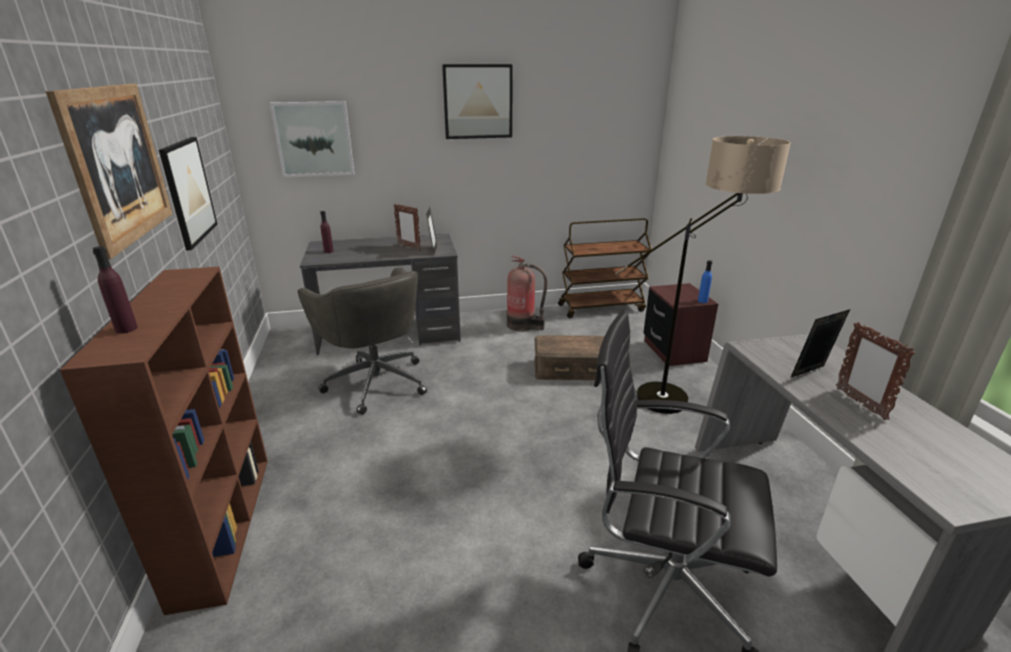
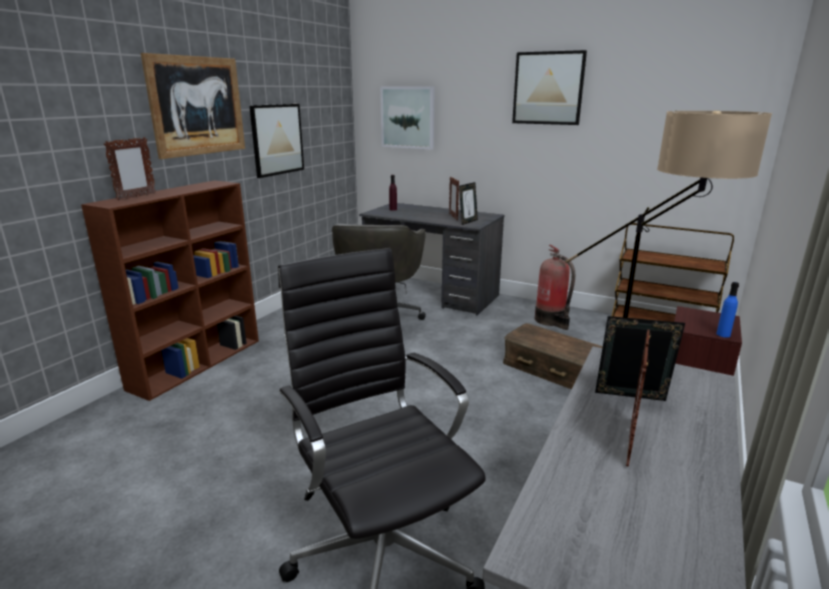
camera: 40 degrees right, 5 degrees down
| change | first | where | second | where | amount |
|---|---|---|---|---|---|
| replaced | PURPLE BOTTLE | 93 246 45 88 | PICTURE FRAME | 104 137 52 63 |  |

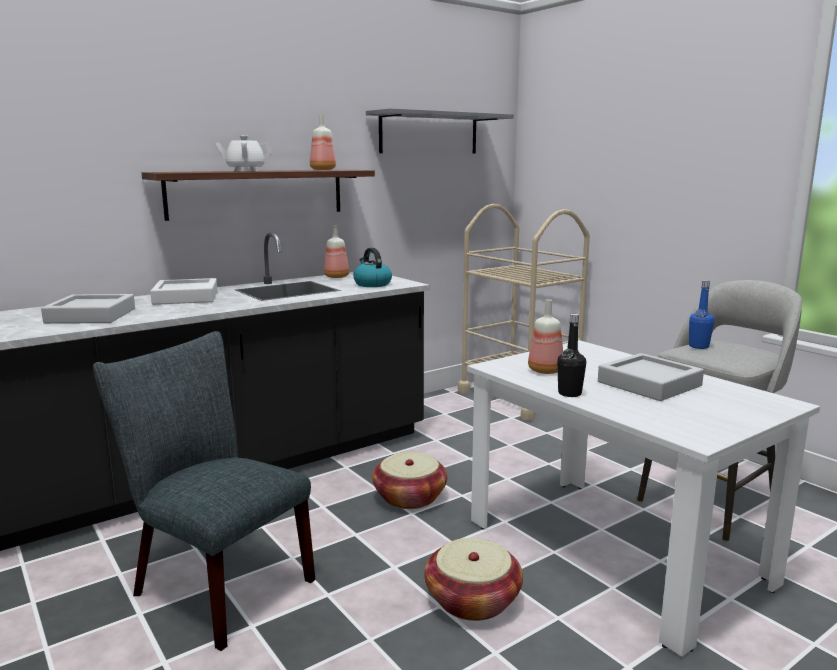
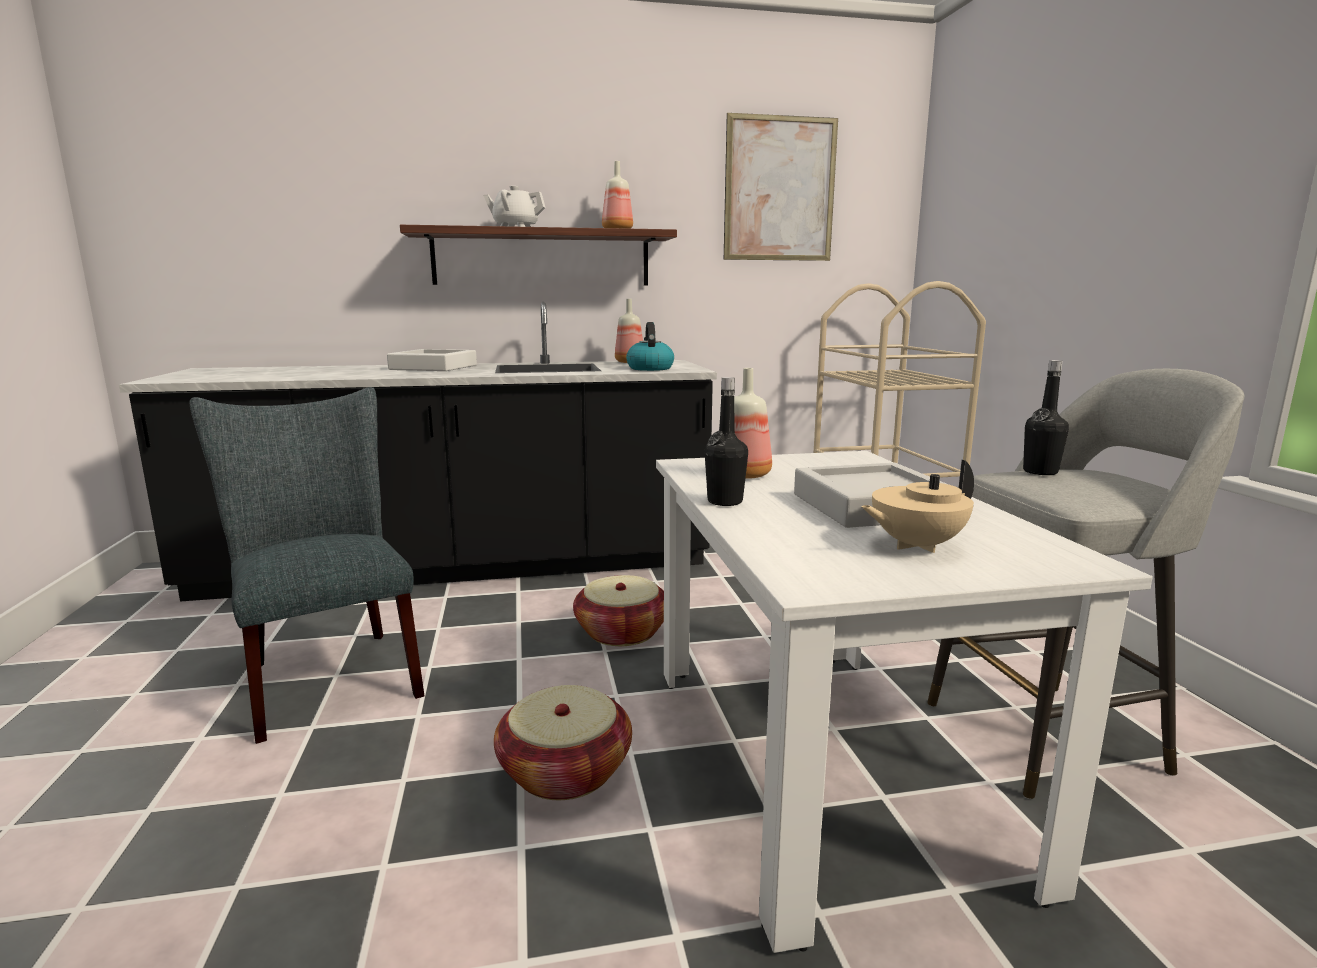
camera: 25 degrees right, 0 degrees up
| change | first | where | second | where | amount |
|---|---|---|---|---|---|
| replaced | GREY SHELF | 366 108 148 46 | PICTURE | 724 113 114 148 |  |
| recoloured | BLUE BOTTLE | 689 280 25 69 | BLACK BOTTLE | 1023 360 46 115 |  |
| removed | GREY TRAY | 41 294 94 30 |  |  |  |
| added |  |  | BEIGE TEAPOT | 861 460 113 93 |  |

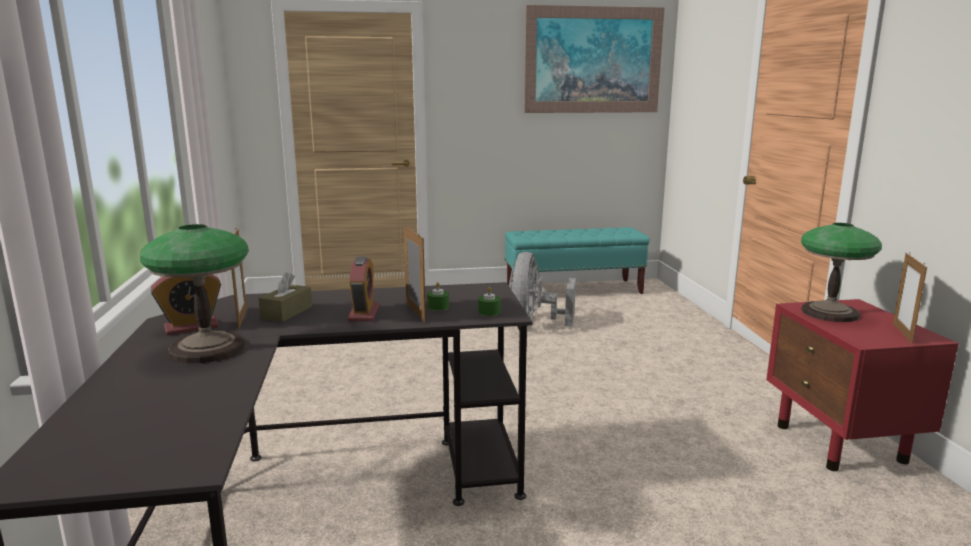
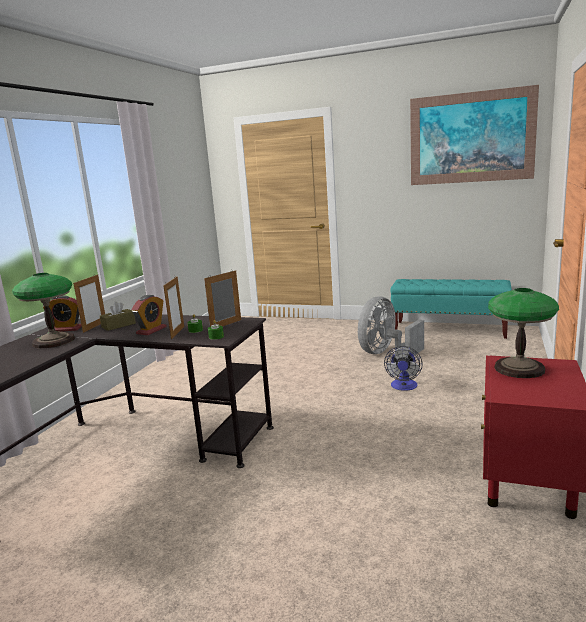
camera: 30 degrees right, 0 degrees up
| change | first | where | second | where | amount |
|---|---|---|---|---|---|
| moved | PICTURE FRAME | 893 253 34 91 |  | 204 270 37 57 |  |
| added |  |  | FAN | 384 346 39 45 |  |

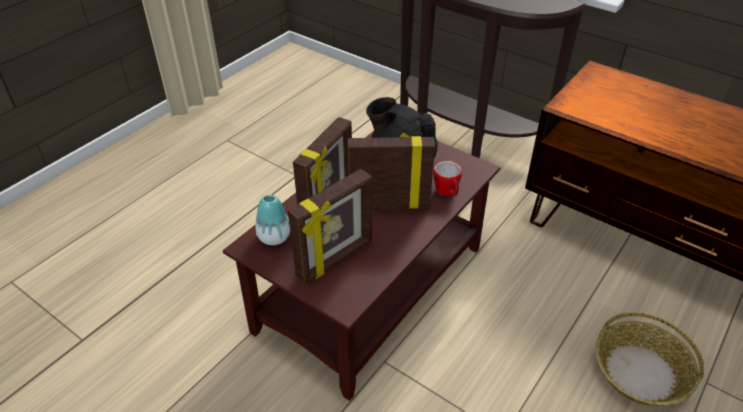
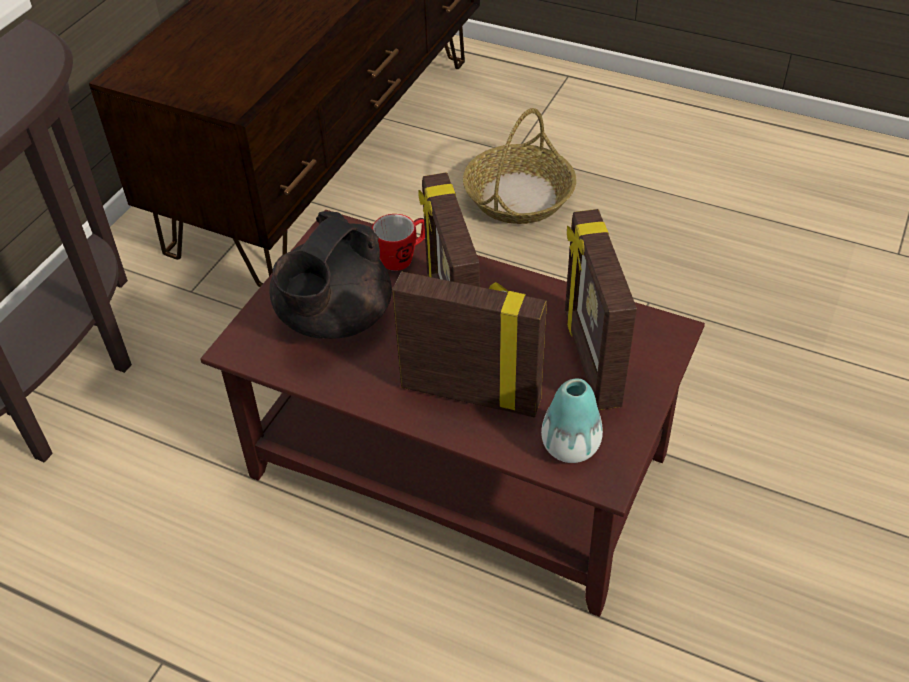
camera: 100 degrees left, 5 degrees up
| change | first | where | second | where | amount |
|---|---|---|---|---|---|
| turned | PICTURE FRAME | 288 169 84 115 |  | 565 209 72 201 | 135 degrees counterclockwise |

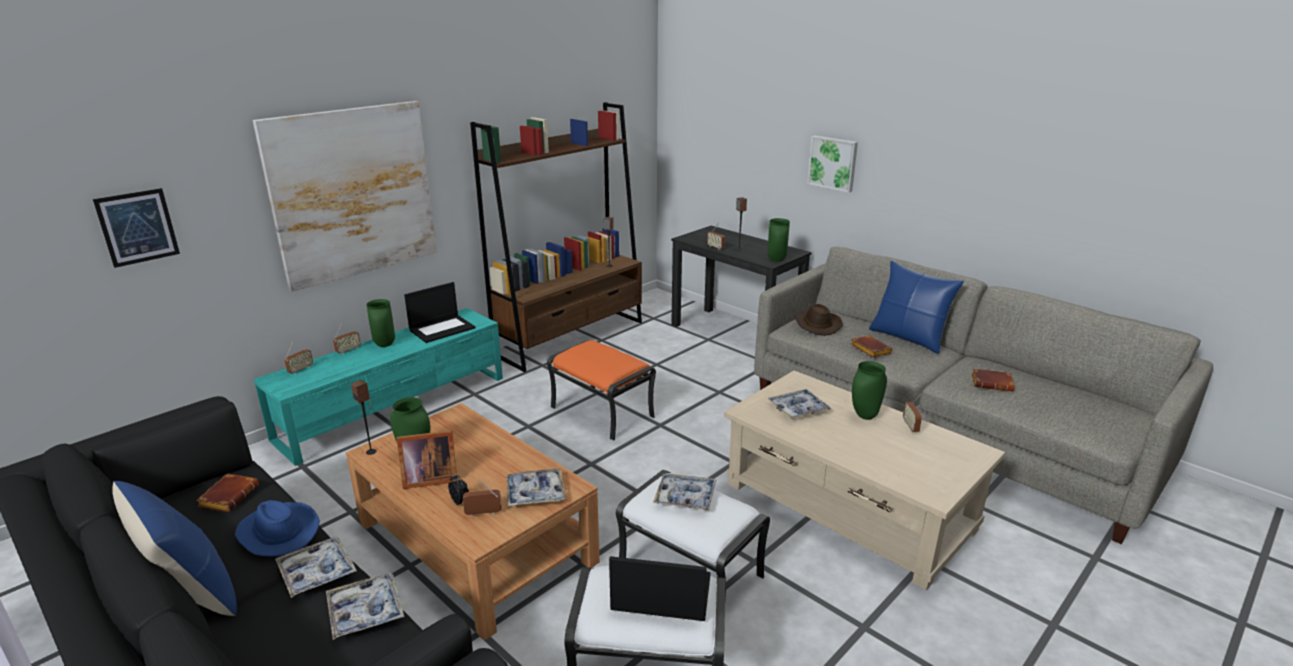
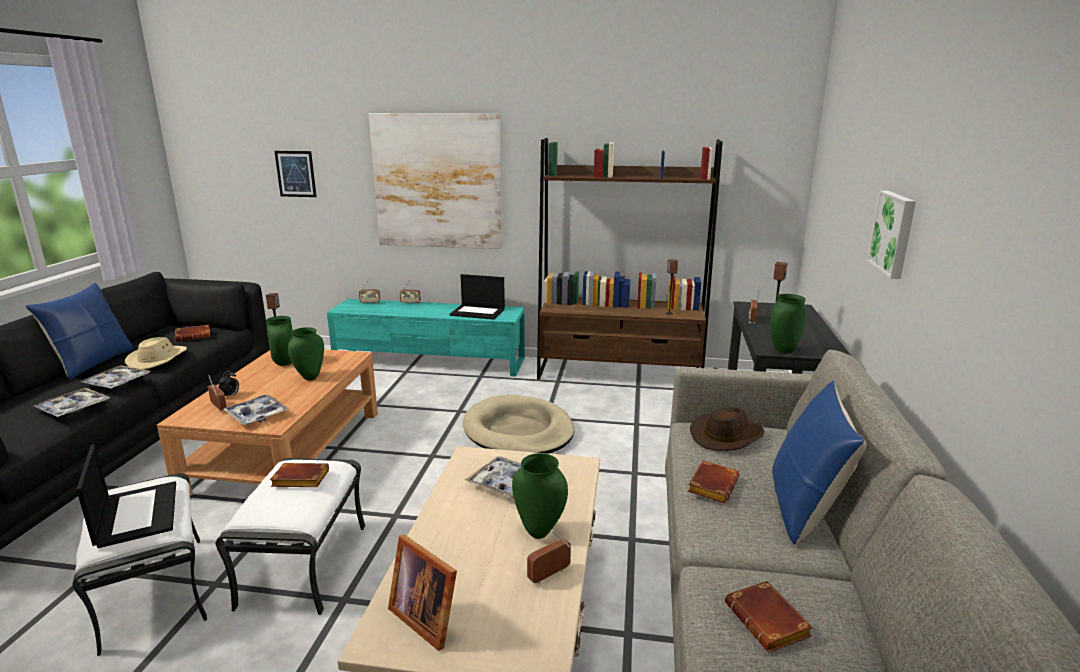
camera: 55 degrees right, 5 degrees down
| change | first | where | second | where | amount |
|---|---|---|---|---|---|
| moved | GREEN VASE | 367 299 28 48 |  | 288 327 36 54 |  |
| replaced | ORANGE OTTOMAN | 547 340 109 101 | BEIGE DOG BED | 463 395 111 59 |  |
| moved | PICTURE FRAME | 396 430 61 59 |  | 388 534 69 117 |  |
| replaced | TRAY | 653 473 63 38 | BROWN BOOK | 270 463 59 24 |  |
| recoloured | BLUE HAT | 235 500 85 57 | BEIGE HAT | 125 337 62 33 |  |

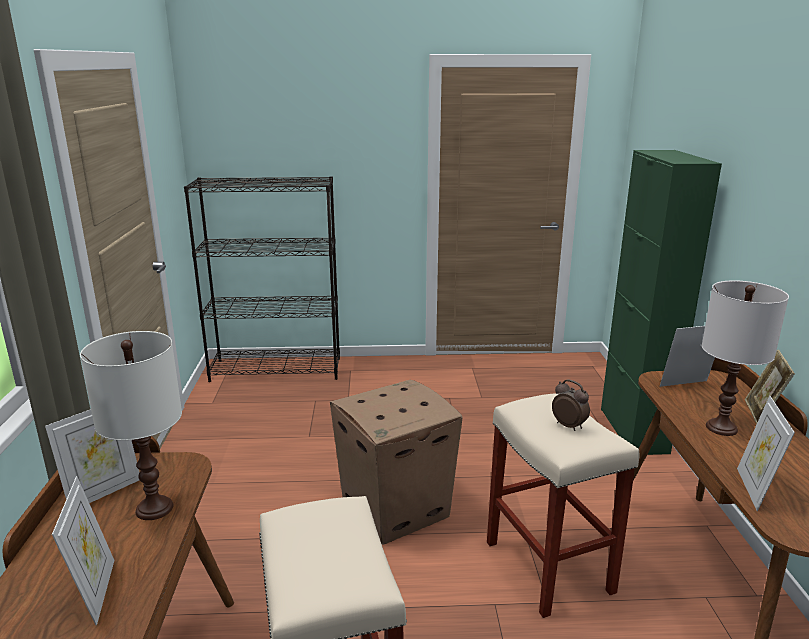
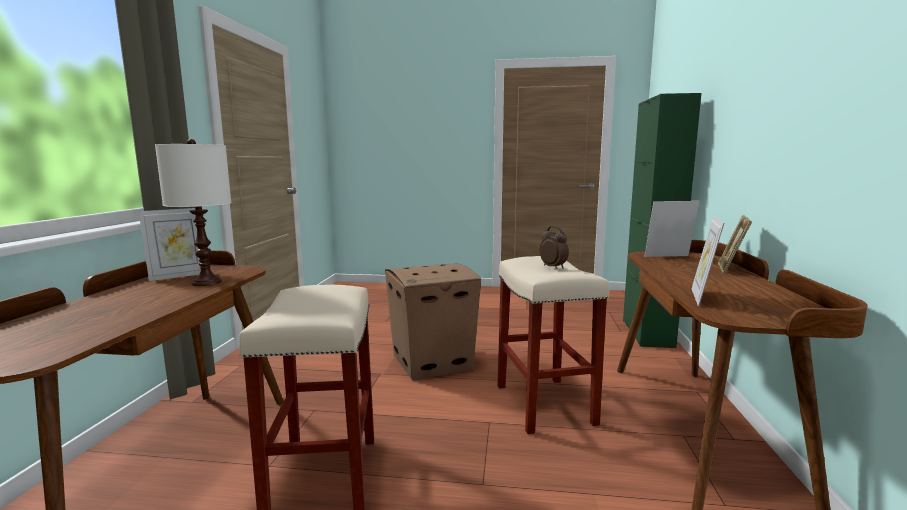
camera: 10 degrees right, 10 degrees down
| change | first | where | second | where | amount |
|---|---|---|---|---|---|
| removed | BLACK BOOKCASE | 184 176 156 206 |  |  |  |
| removed | WHITE TABLE LAMP | 702 280 87 156 |  |  |  |
| removed | PICTURE FRAME | 52 476 62 149 |  |  |  |

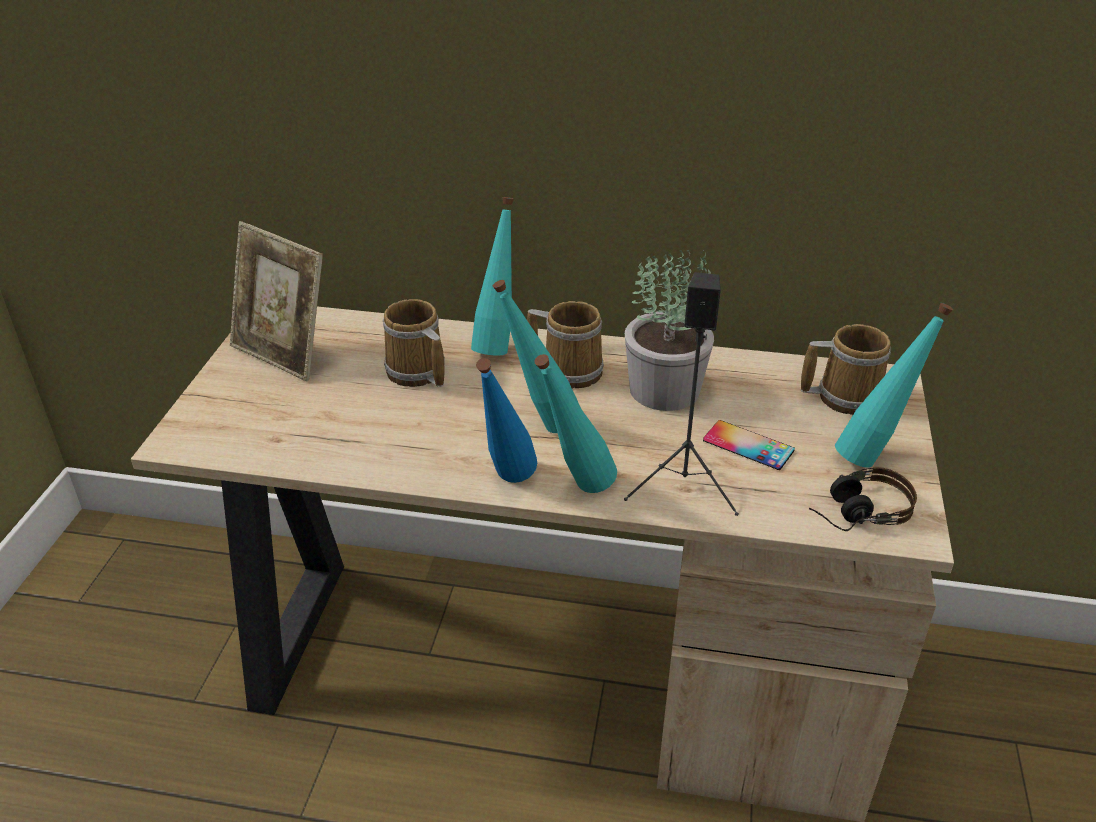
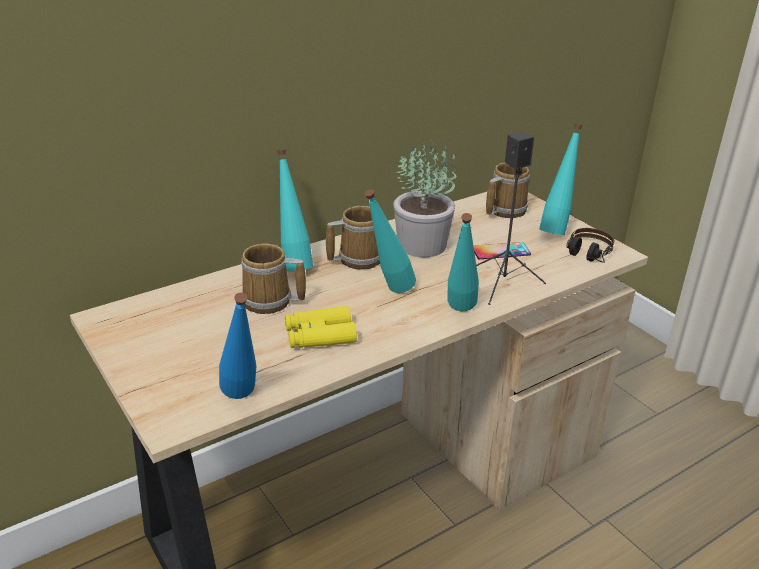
camera: 45 degrees left, 5 degrees down
| change | first | where | second | where | amount |
|---|---|---|---|---|---|
| removed | PICTURE FRAME | 230 221 93 160 |  |  |  |
| moved | BLUE BOTTLE | 476 358 61 125 |  | 219 293 37 106 |  |
| added |  |  | YELLOW BINOCULARS | 285 306 72 42 |  |

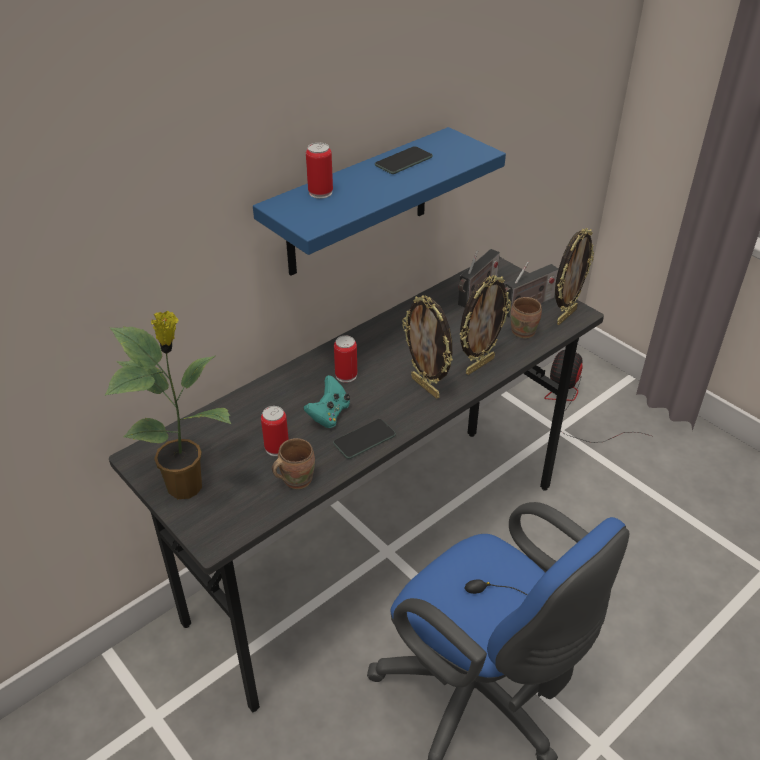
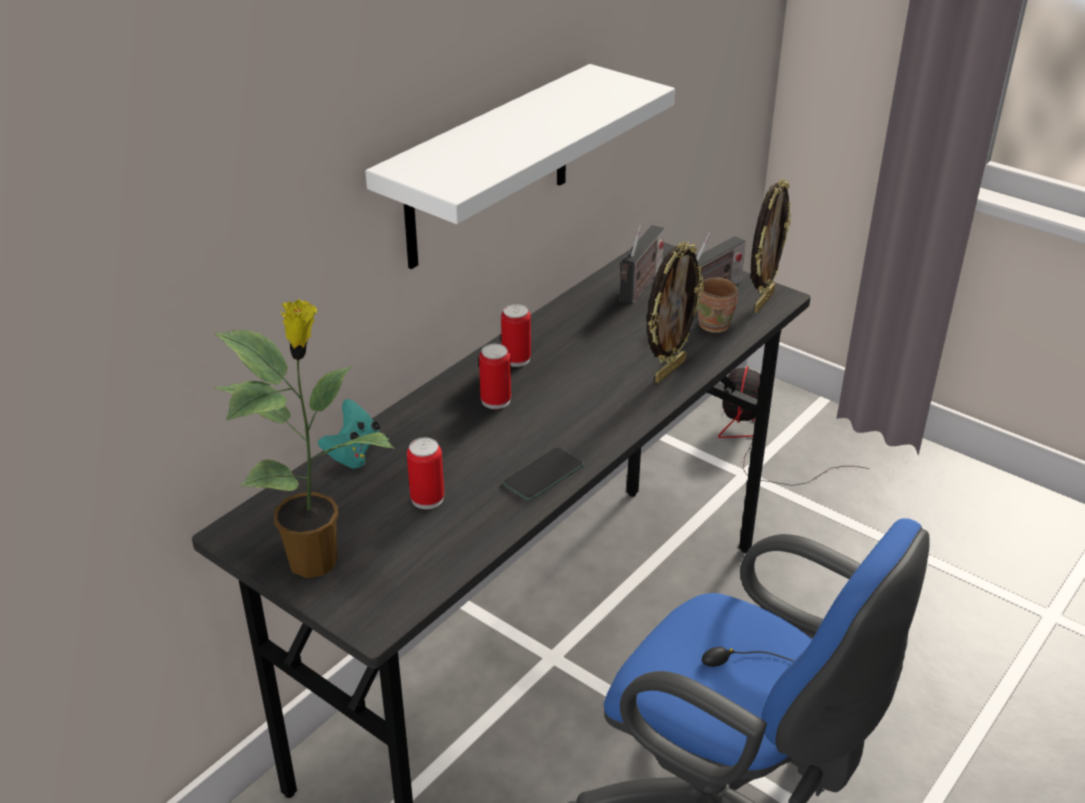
camera: 10 degrees left, 5 degrees down
| change | first | where | second | where | amount |
|---|---|---|---|---|---|
| recoloured | BLUE SHELF | 253 127 253 149 | WHITE SHELF | 365 64 310 205 |  |
| moved | CAN | 306 143 27 56 |  | 501 304 30 63 |  |
| removed | PHONE | 375 146 58 28 |  |  |  |
| removed | PICTURE FRAME | 402 295 51 104 |  |  |  |
| moved | TURQUOISE GAME CONTROLLER | 304 375 46 53 |  | 318 399 62 70 |  |
| removed | BROWN MUG | 272 438 43 51 |  |  |  |

